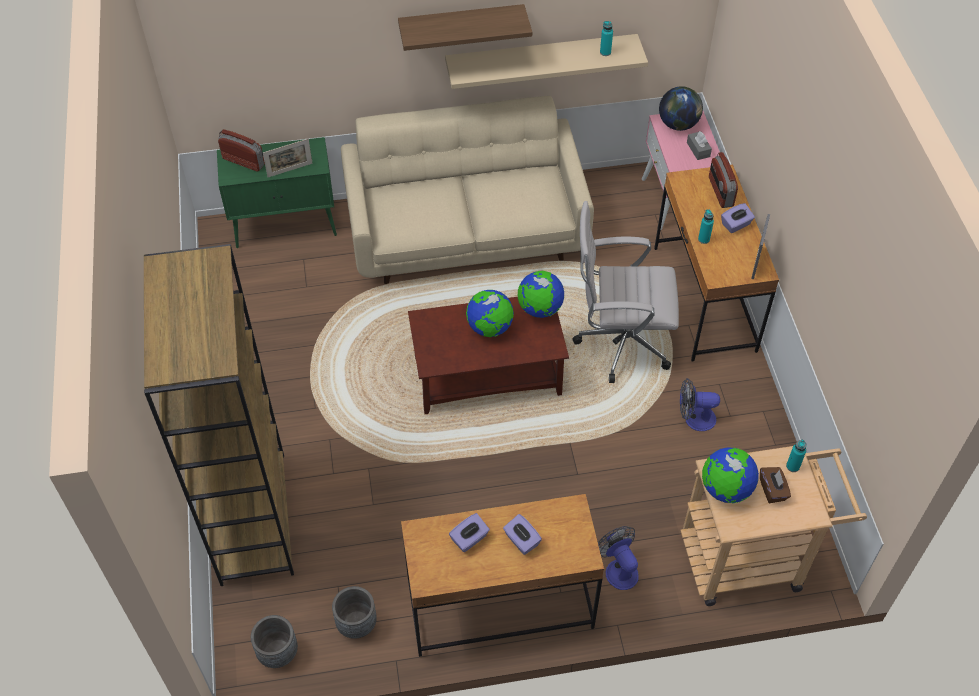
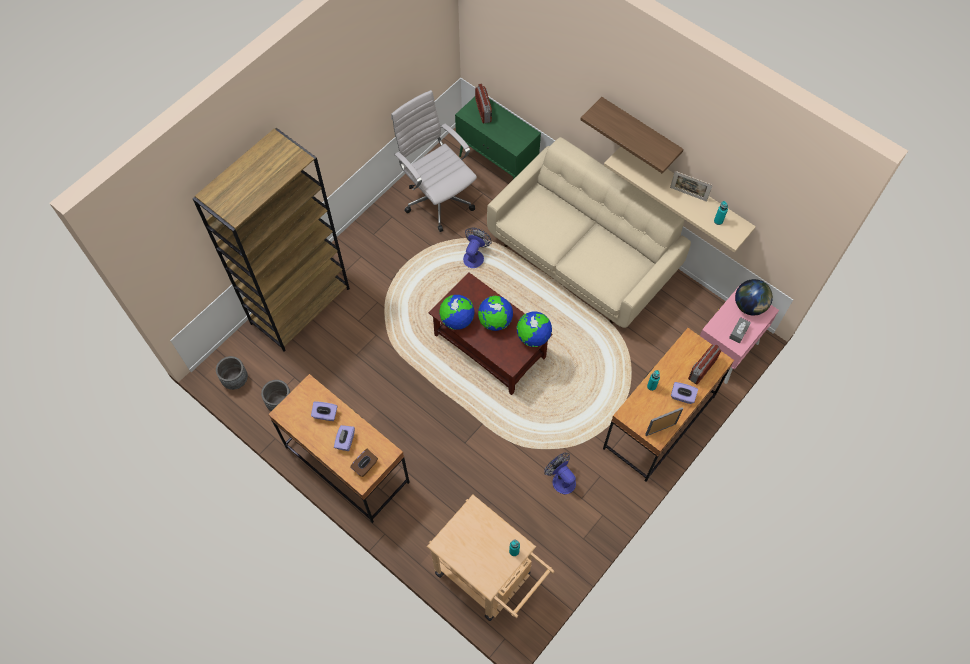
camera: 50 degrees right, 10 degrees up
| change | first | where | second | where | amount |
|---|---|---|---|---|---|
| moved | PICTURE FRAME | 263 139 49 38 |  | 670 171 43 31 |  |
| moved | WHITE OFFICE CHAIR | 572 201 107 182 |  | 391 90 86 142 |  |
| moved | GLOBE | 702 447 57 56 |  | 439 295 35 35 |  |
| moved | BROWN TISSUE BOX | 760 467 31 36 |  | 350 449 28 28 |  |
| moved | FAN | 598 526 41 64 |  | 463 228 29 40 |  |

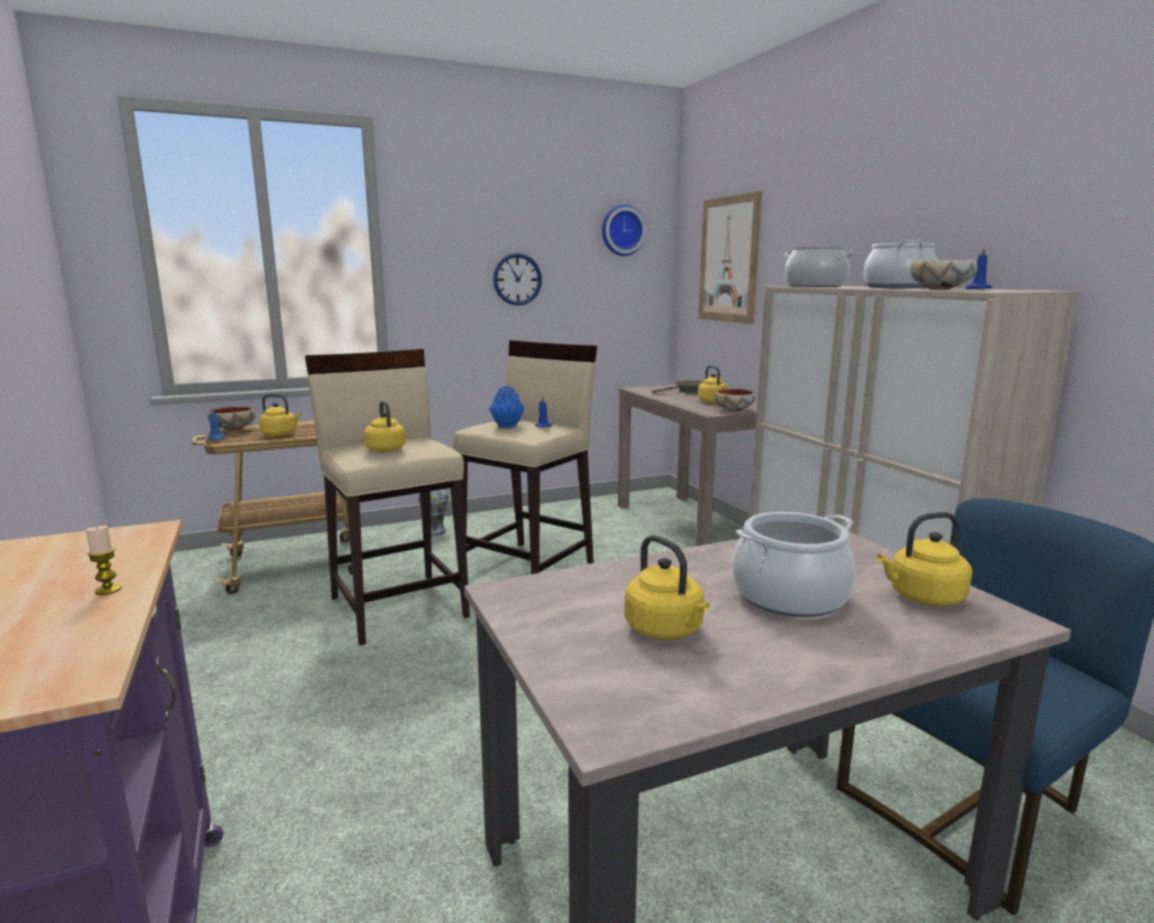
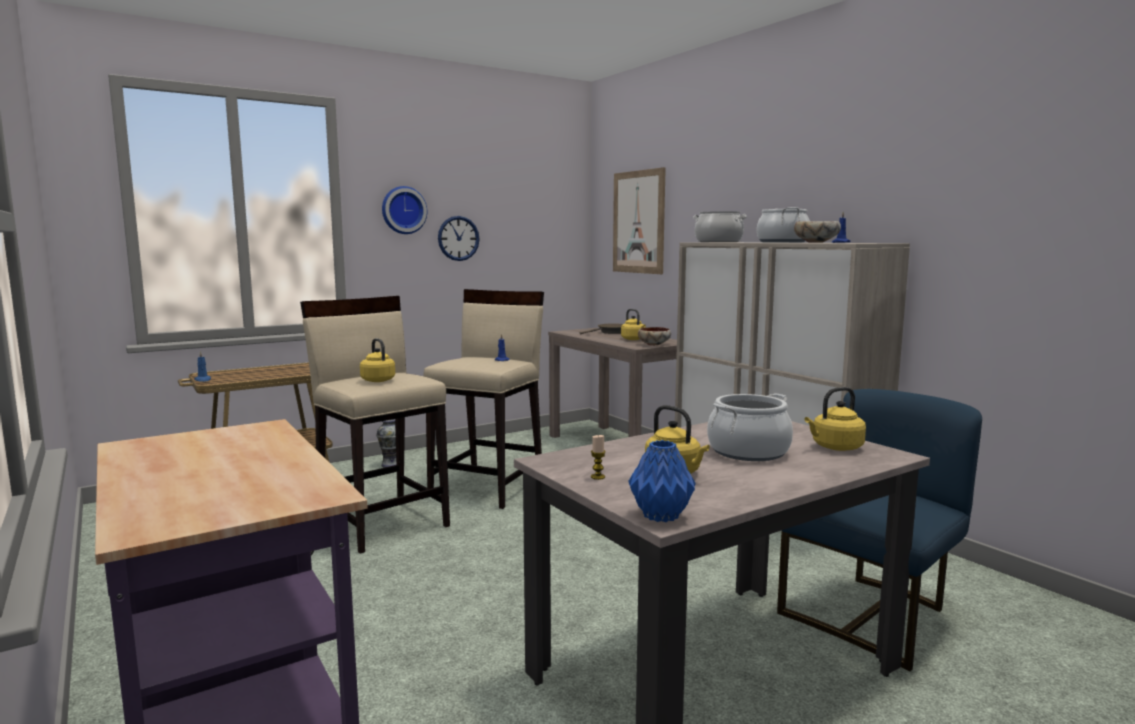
camera: 10 degrees left, 5 degrees down
| change | first | where | second | where | amount |
|---|---|---|---|---|---|
| moved | WALL CLOCK | 602 205 44 51 |  | 382 186 45 48 |  |
| moved | BLUE VASE | 489 386 35 42 |  | 628 440 68 82 |  |
| removed | YELLOW KETTLE | 259 394 42 42 |  |  |  |
| removed | BOWL | 208 407 47 24 |  |  |  |
| moved | CANDLE | 86 526 36 69 |  | 591 435 15 45 |  |

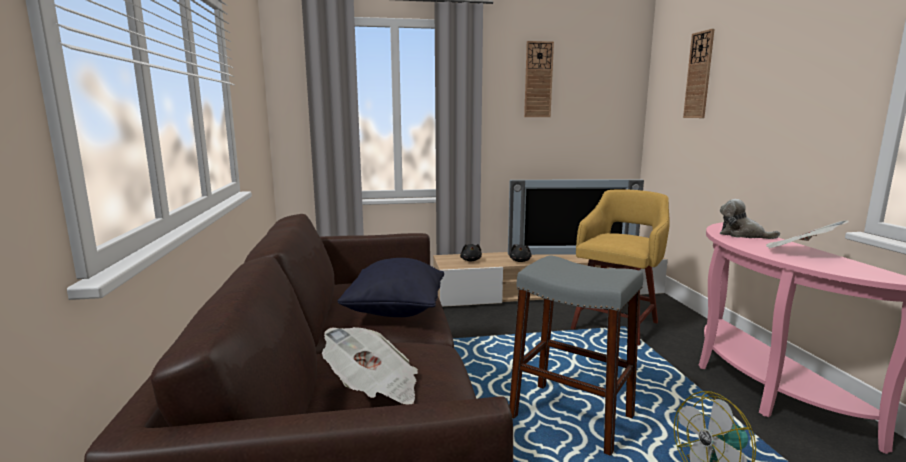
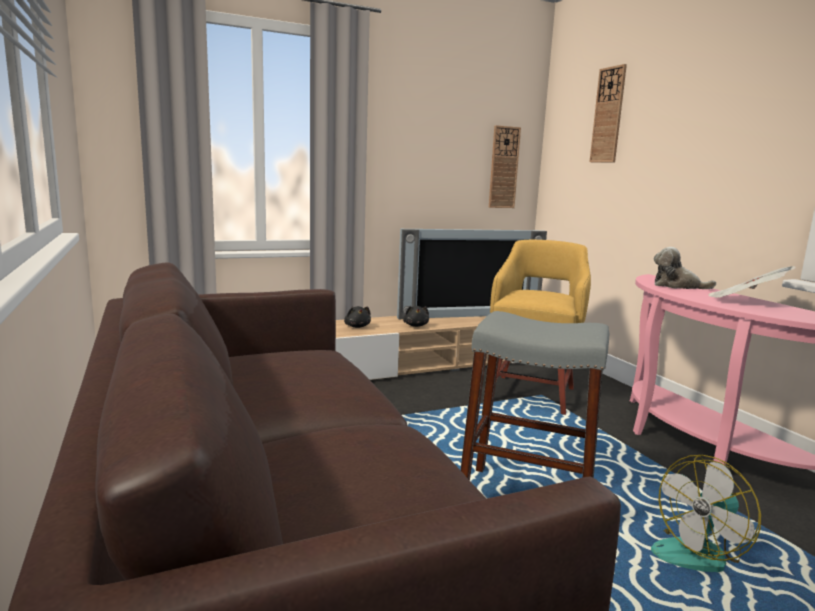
camera: 15 degrees left, 0 degrees up
| change | first | where | second | where | amount |
|---|---|---|---|---|---|
| moved | WALL CLOCK | 524 41 30 76 |  | 489 125 32 83 |  |
| removed | BLACK PILLOW | 338 258 106 59 |  |  |  |
| removed | NEWSPAPER | 322 327 96 78 |  |  |  |

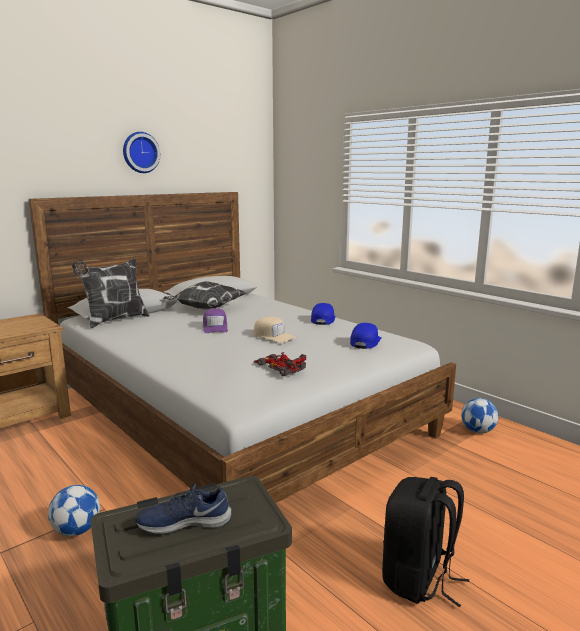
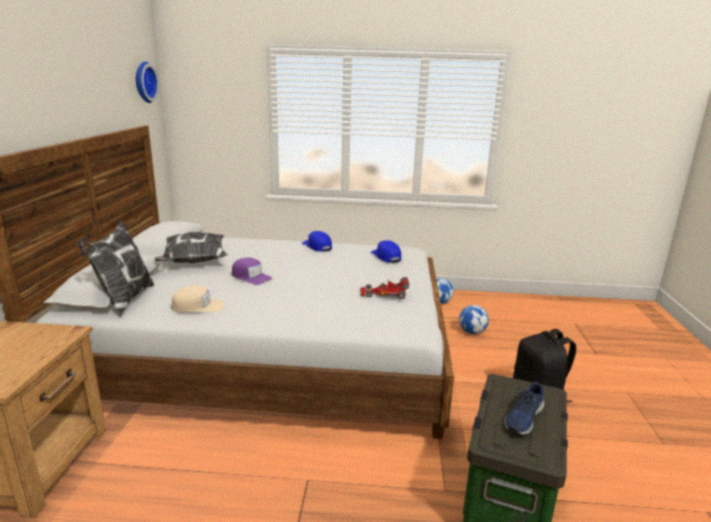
camera: 45 degrees left, 5 degrees up
| change | first | where | second | where | amount |
|---|---|---|---|---|---|
| moved | WALL CLOCK | 123 132 37 41 |  | 136 62 23 41 |  |
| moved | BEIGE CAP | 253 317 43 26 |  | 171 285 53 27 |  |
| moved | FOOTBALL | 48 485 52 51 |  | 459 305 30 29 |  |

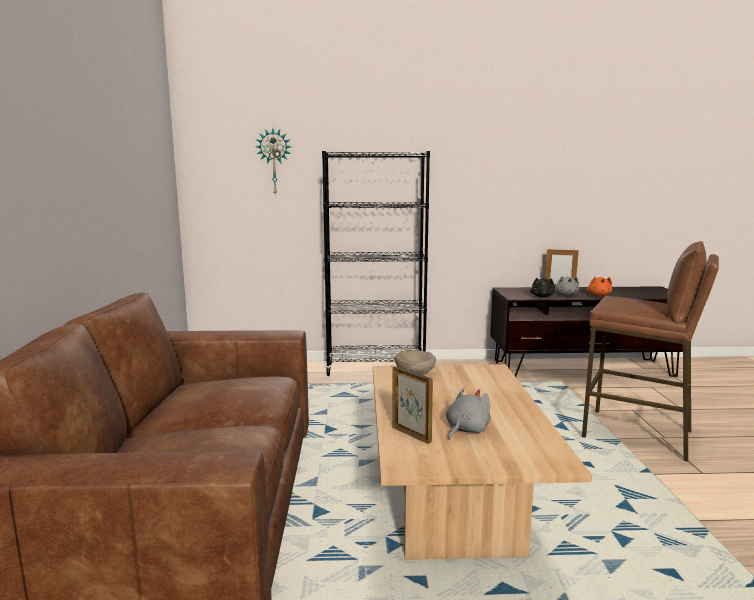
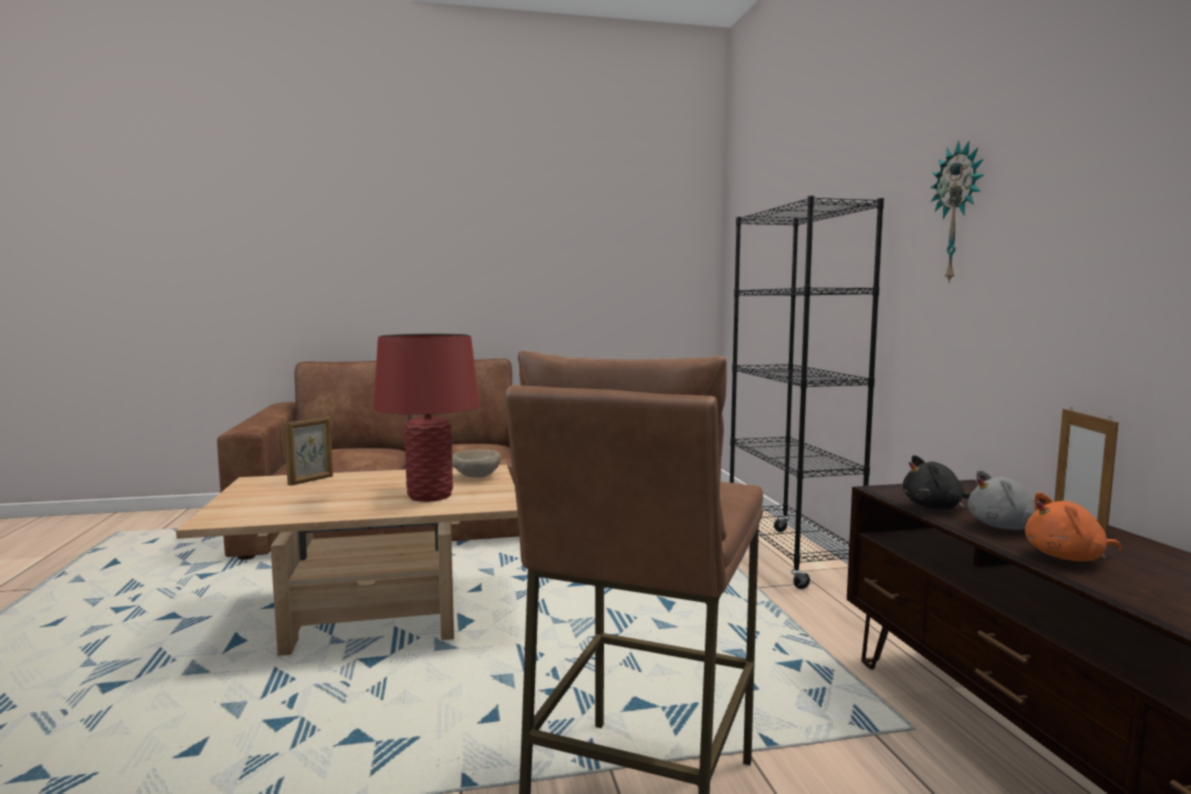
camera: 80 degrees right, 5 degrees down
| change | first | where | second | where | amount |
|---|---|---|---|---|---|
| moved | WALL CLOCK | 256 129 35 67 |  | 930 141 54 143 |  |
| removed | GREY PLUSH TOY | 446 387 45 53 |  |  |  |
| added |  |  | RED TABLE LAMP | 373 334 107 168 |  |

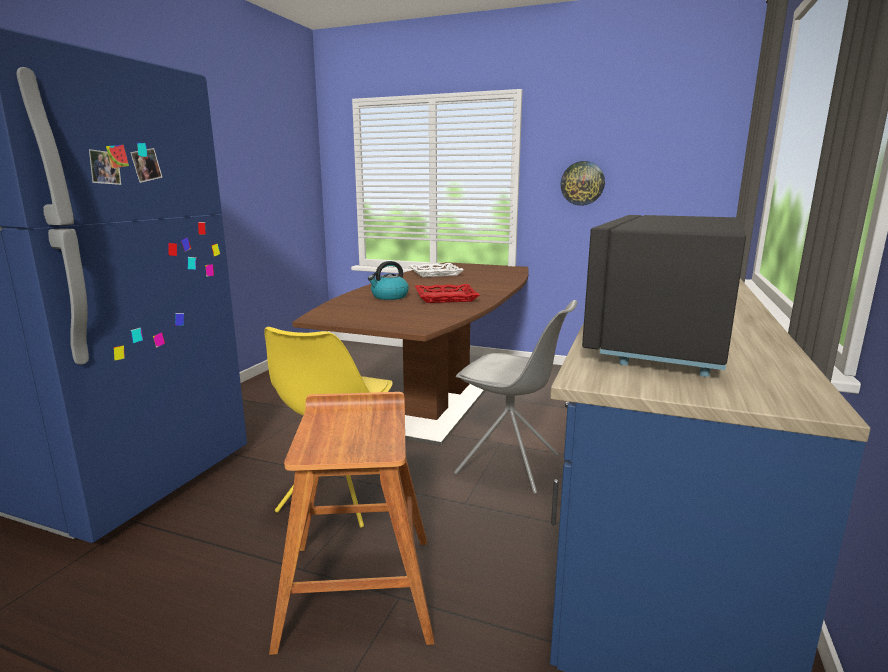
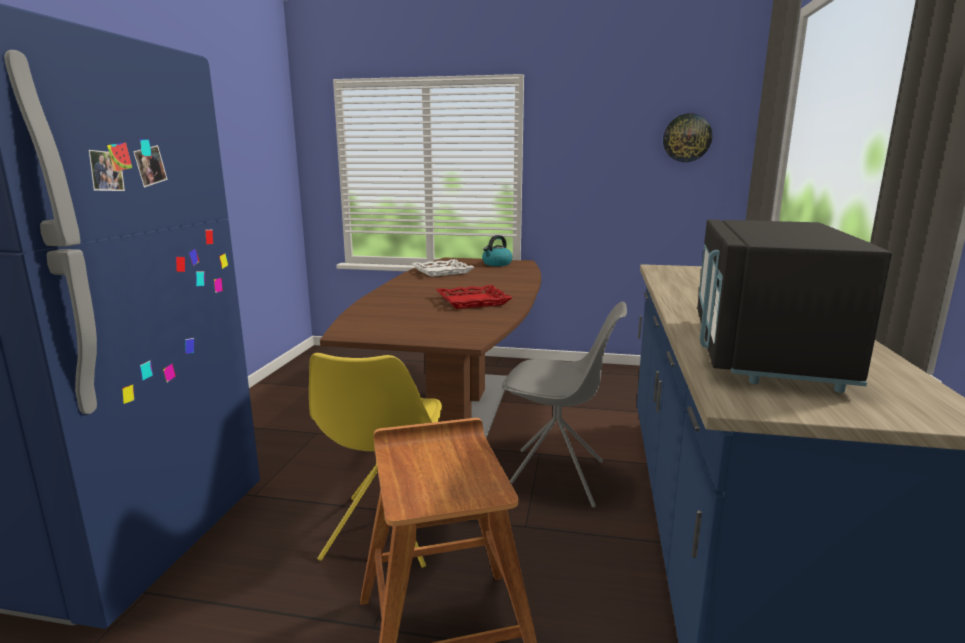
camera: 10 degrees left, 0 degrees up
| change | first | where | second | where | amount |
|---|---|---|---|---|---|
| moved | WALL CLOCK | 561 161 44 45 |  | 663 113 49 49 |  |
| moved | KETTLE | 368 261 41 39 |  | 482 235 31 31 |  |

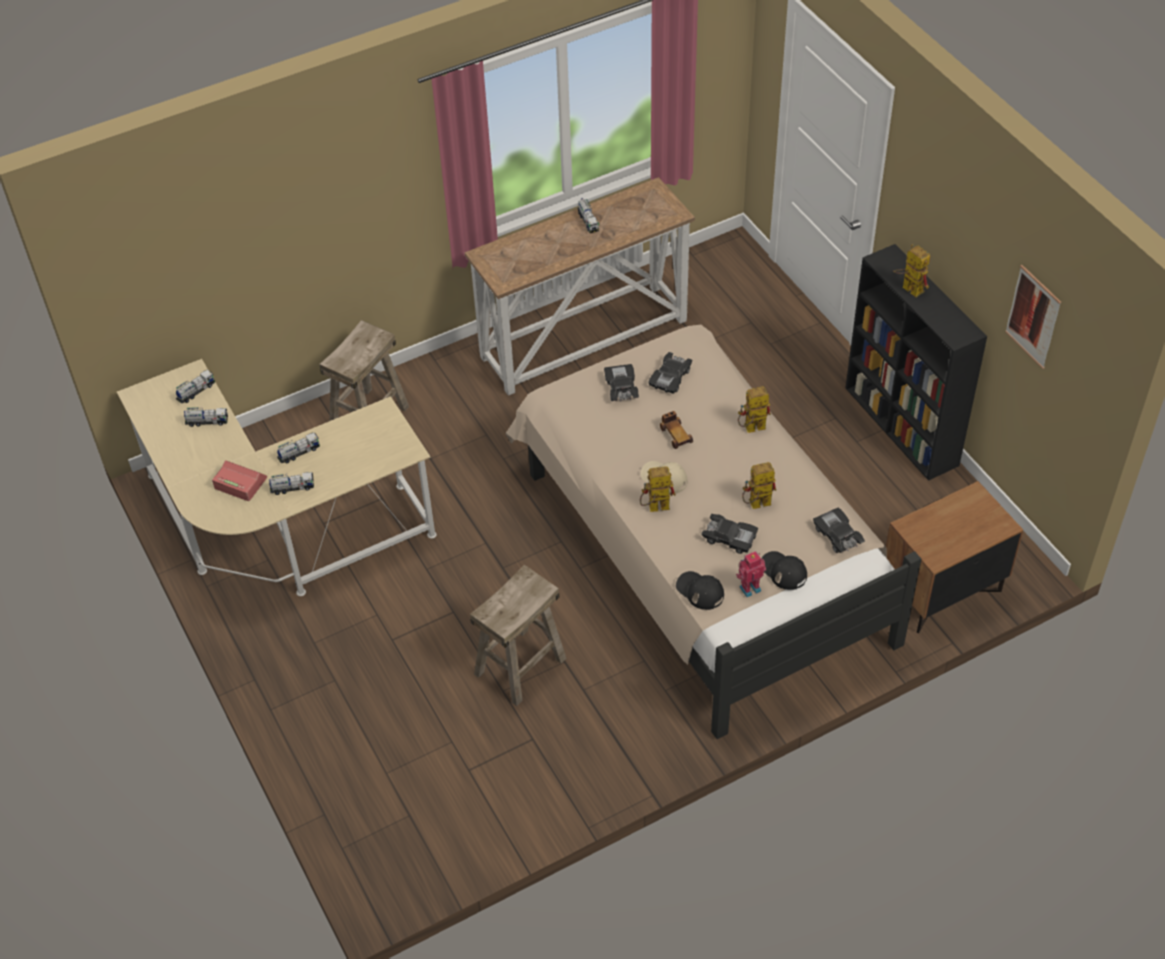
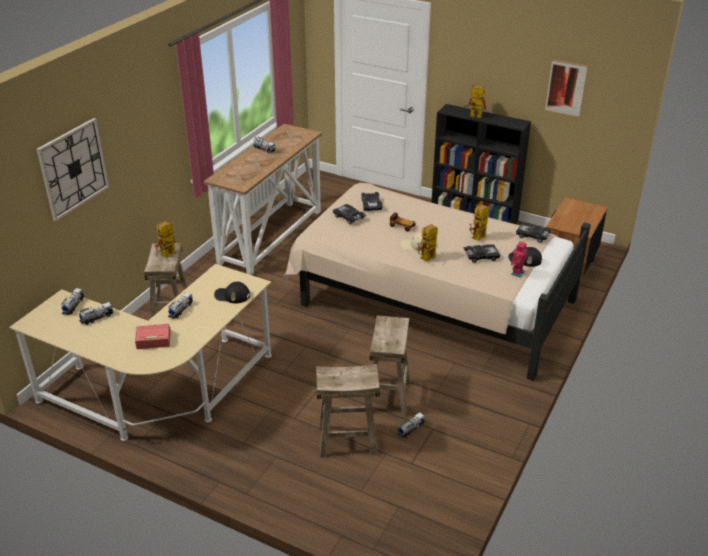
camera: 35 degrees left, 15 degrees down
| change | first | where | second | where | amount |
|---|---|---|---|---|---|
| moved | TOY ROBOT | 738 386 33 47 |  | 154 221 22 37 |  |
| moved | TOY TRUCK | 269 472 45 23 |  | 397 412 28 26 |  |
| moved | BLACK CAP | 676 571 48 39 |  | 214 282 36 22 |  |
| added |  |  | WALL CLOCK | 36 118 73 103 |  |
| added |  |  | BEIGE STOOL | 316 364 64 94 |  |

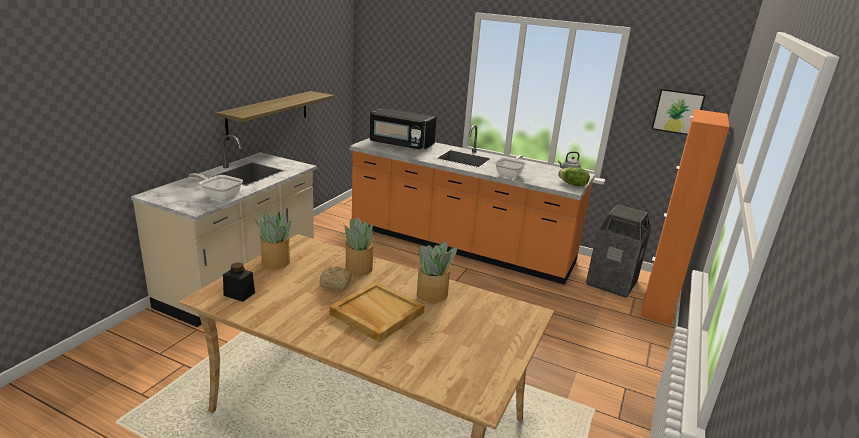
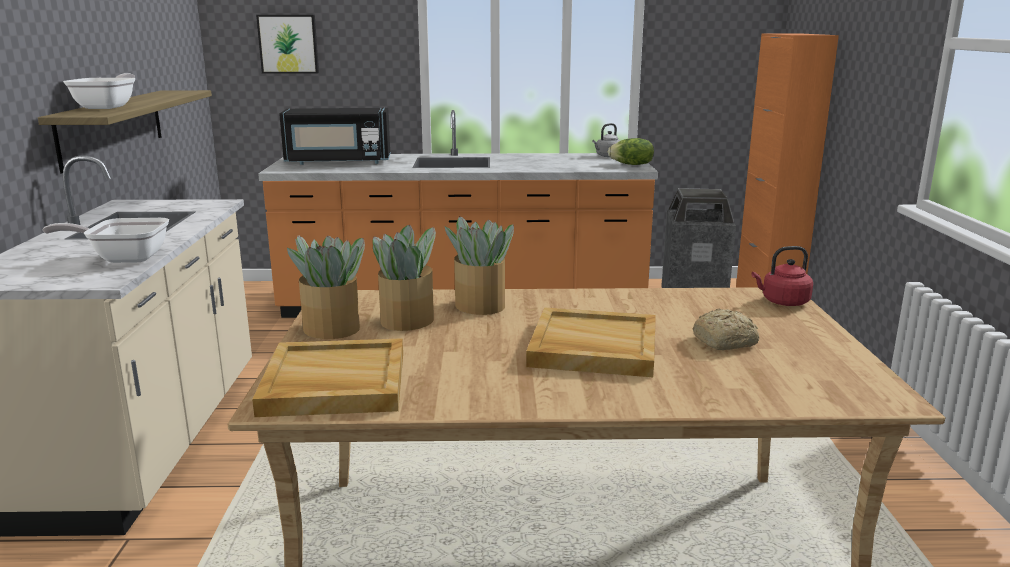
camera: 25 degrees left, 5 degrees down
| change | first | where | second | where | amount |
|---|---|---|---|---|---|
| moved | PICTURE | 651 88 55 47 |  | 256 15 63 59 |  |
| moved | FRYING PAN | 495 155 31 23 |  | 63 73 72 36 |  |
| moved | POTTED PLANT | 417 241 40 62 |  | 373 224 63 107 |  |
| replaced | BLACK JAR | 223 262 32 40 | BEIGE TRAY | 252 338 151 79 |  |
| moved | BREAD | 320 266 32 24 |  | 693 309 66 41 |  |
| added |  |  | RED KETTLE | 752 246 61 60 |  |

